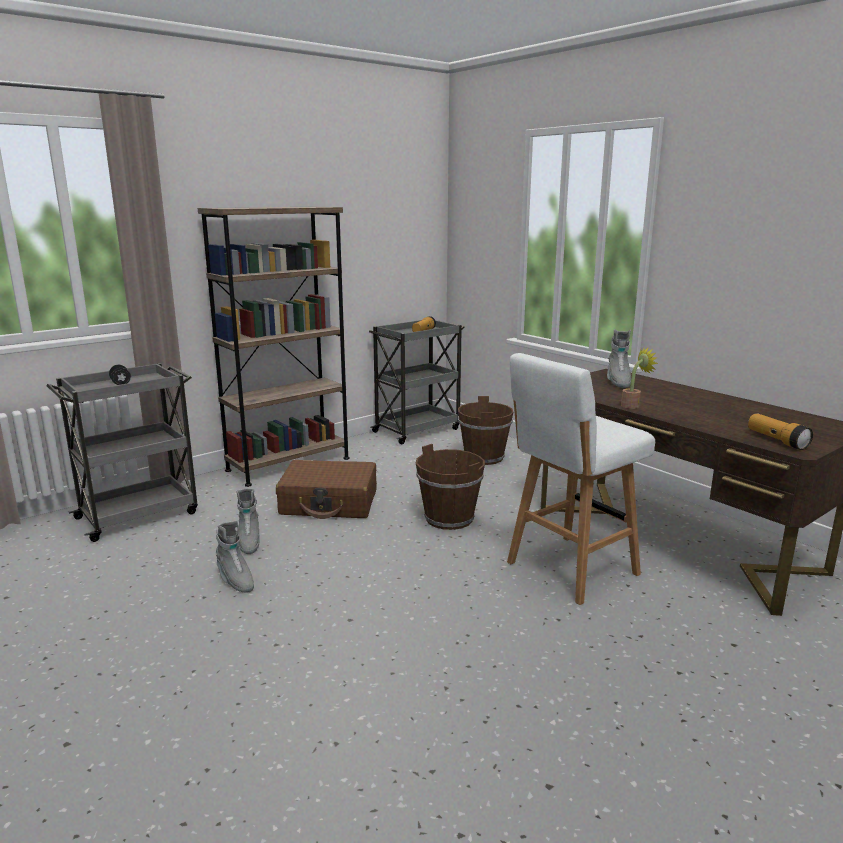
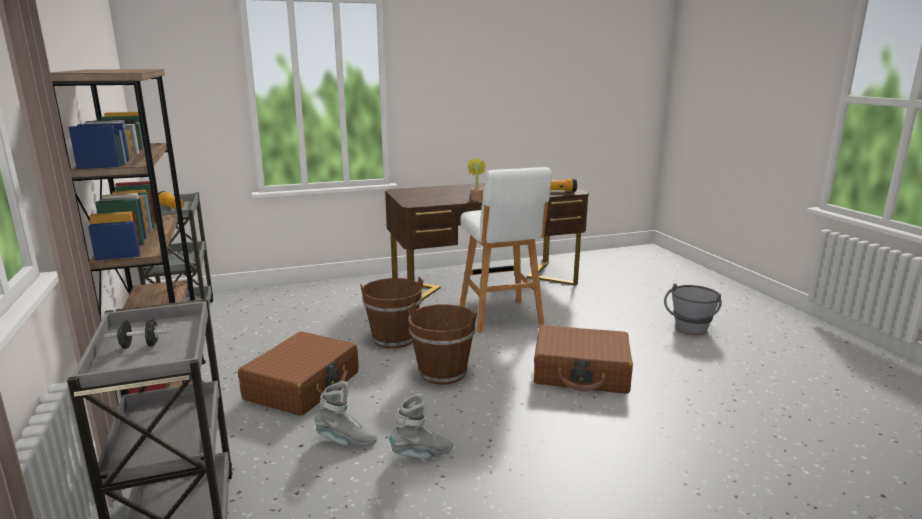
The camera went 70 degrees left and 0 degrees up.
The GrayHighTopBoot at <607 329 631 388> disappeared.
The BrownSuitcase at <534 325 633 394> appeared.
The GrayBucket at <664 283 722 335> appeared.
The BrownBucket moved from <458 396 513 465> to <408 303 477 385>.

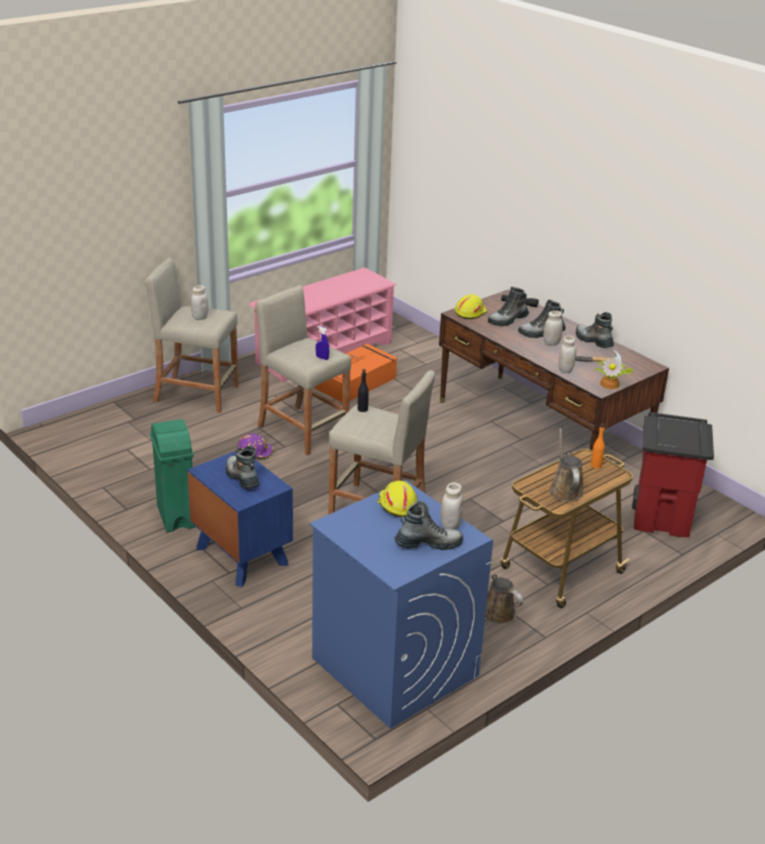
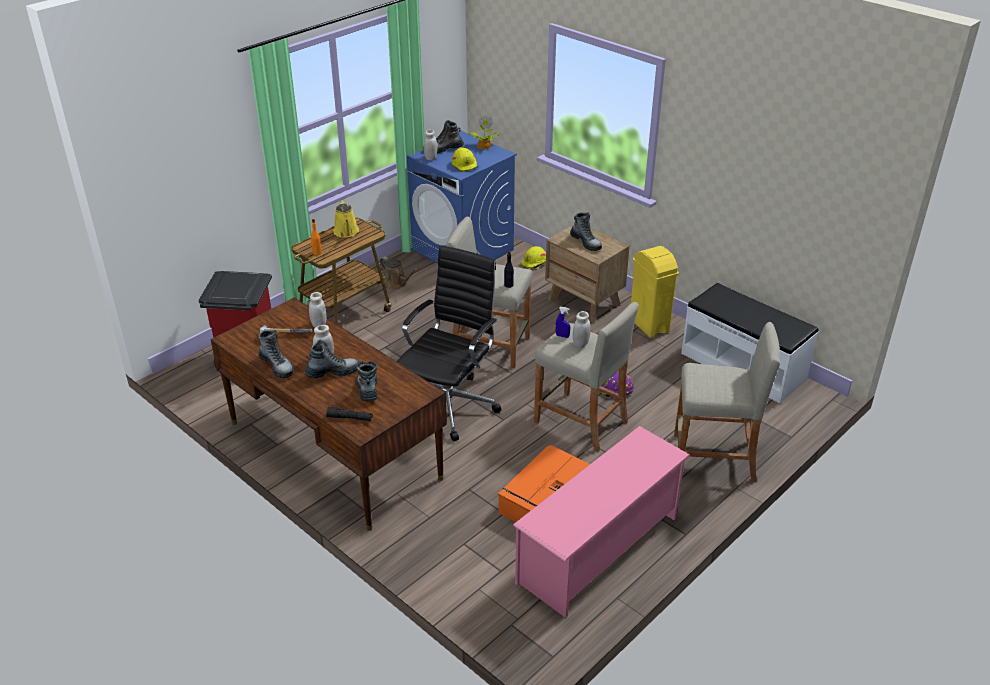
The camera went 175 degrees right and 5 degrees up.
The BlackishComputerChair at <397 245 501 441> appeared.
The WhiteBench at <681 283 818 403> appeared.
The WhiteStorageJar moved from <191 285 209 320> to <573 311 591 348>.
The YellowishSafetyHelmet moved from <455 294 487 320> to <521 246 546 269>.
The PottedPlant moved from <593 357 634 389> to <468 116 499 149>.
The GreenishRubbishBin at <150 419 195 532> became the YellowishRubbishBin at <631 246 679 338>.
The BluishNightstand at <187 451 293 587> became the BrownNightstand at <545 225 630 323>.
The BrownWateringPot at <549 428 584 502> became the YellowishWateringPot at <333 200 359 238>.
The HighTopBoot at <488 287 529 326> turned 60 degrees counterclockwise.

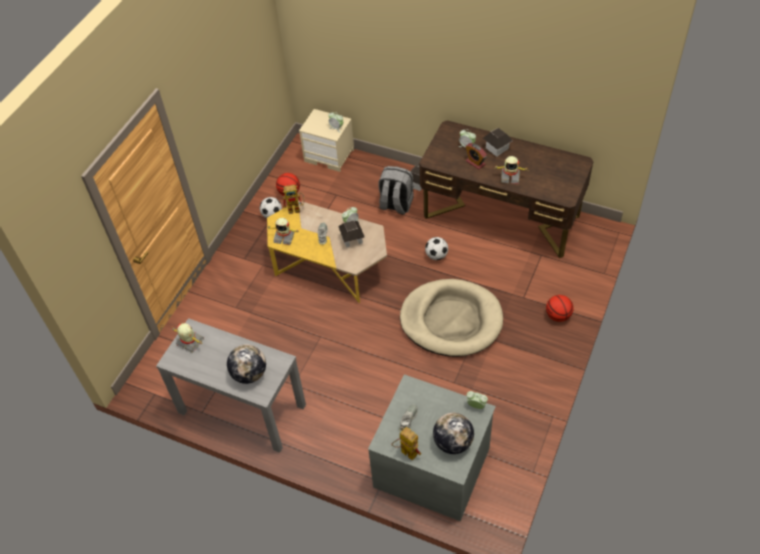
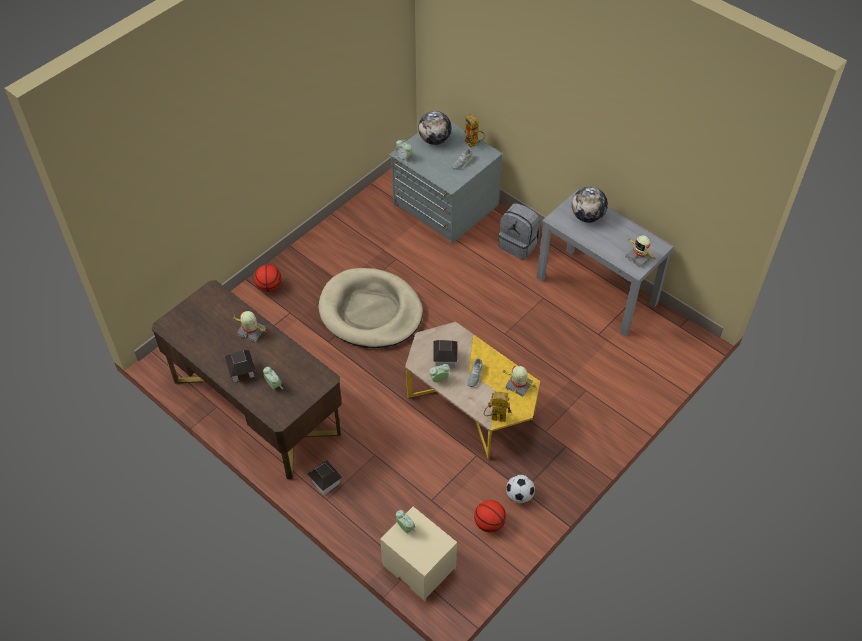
The camera went 165 degrees left and 0 degrees up.
The BallForFootball at <425 237 448 260> disappeared.
The TableClock at <466 143 487 169> disappeared.
The GrayRucksack moved from <378 166 414 215> to <499 203 540 260>.

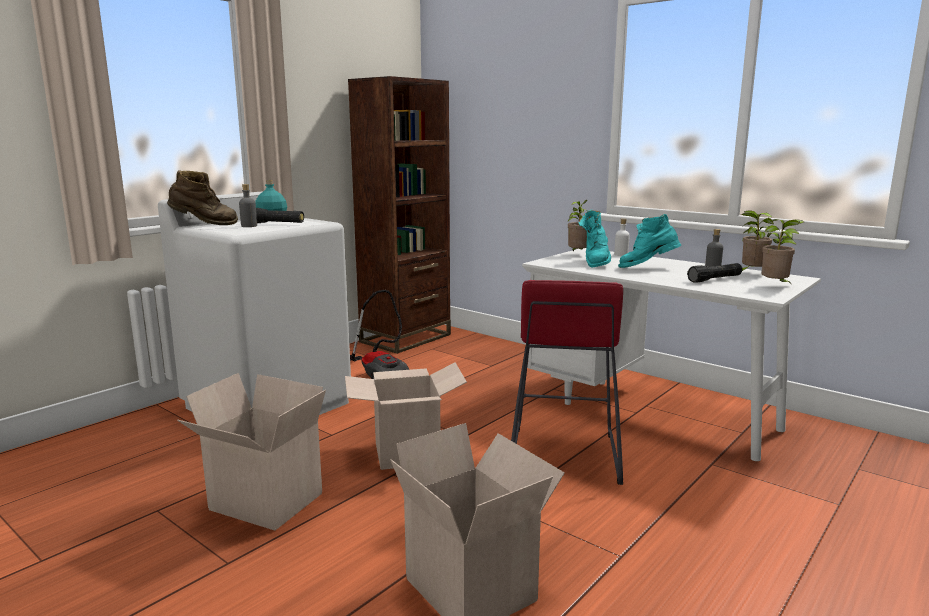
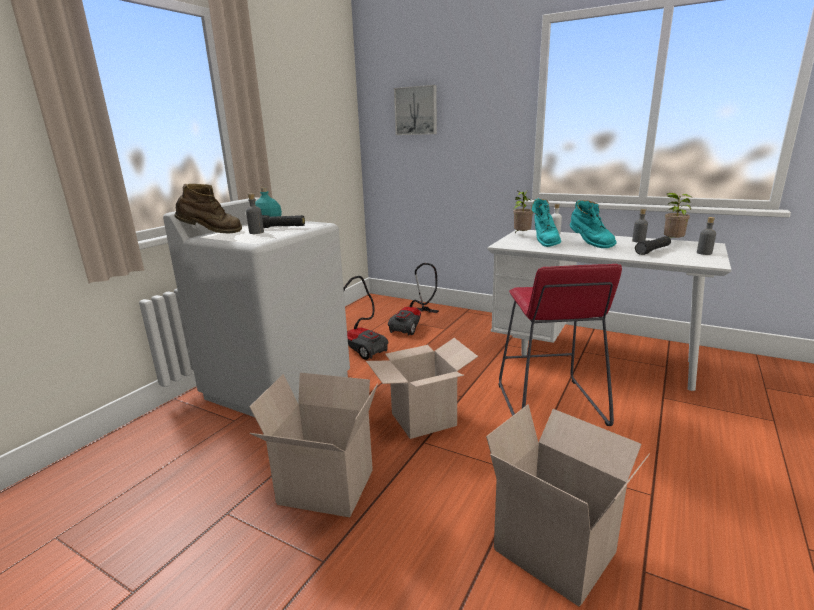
The camera went 10 degrees left and 5 degrees up.
The BrownShelvingUnit at <348 76 451 354> disappeared.
The Vacuum at <388 263 439 335> appeared.
The Picture at <394 85 437 135> appeared.
The PottedPlant at <762 219 804 286> was replaced by the GrayDrinkBottle at <697 217 716 255>.
The TurquoiseHighTopBoot at <618 214 682 268> turned 105 degrees counterclockwise.

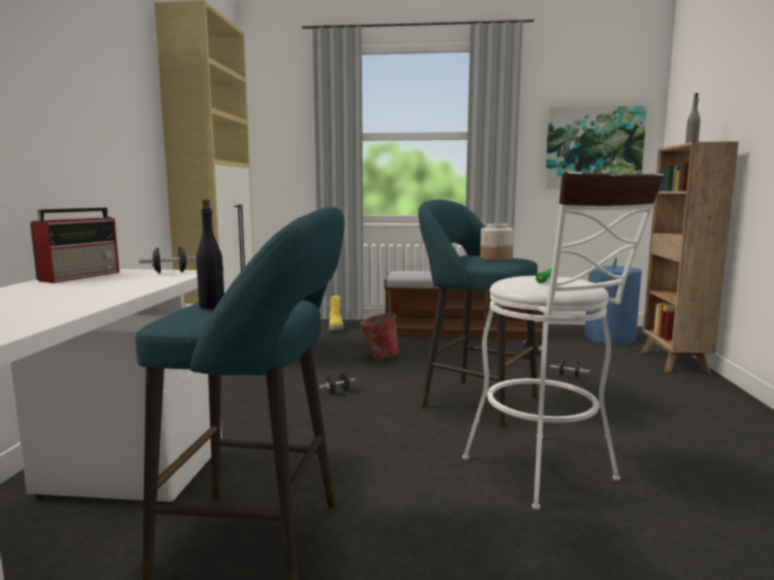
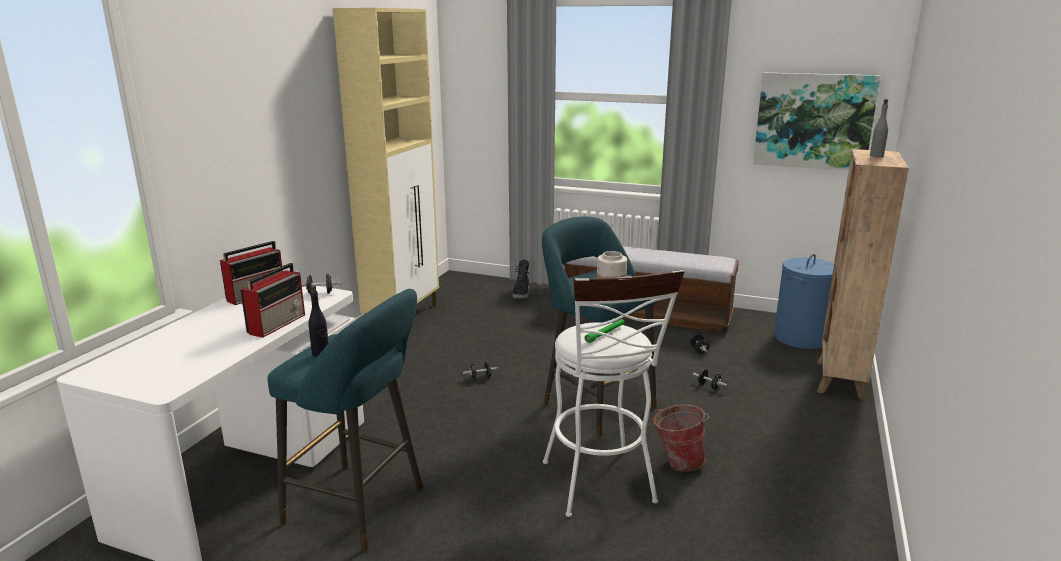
The camera went 15 degrees right and 10 degrees up.
The RadioReceiver at <240 263 305 338> appeared.
The Bucket moved from <359 313 399 360> to <653 404 709 472>.
The YellowishHighTopBoot at <329 295 344 330> became the BlackishHighTopBoot at <512 259 529 299>.

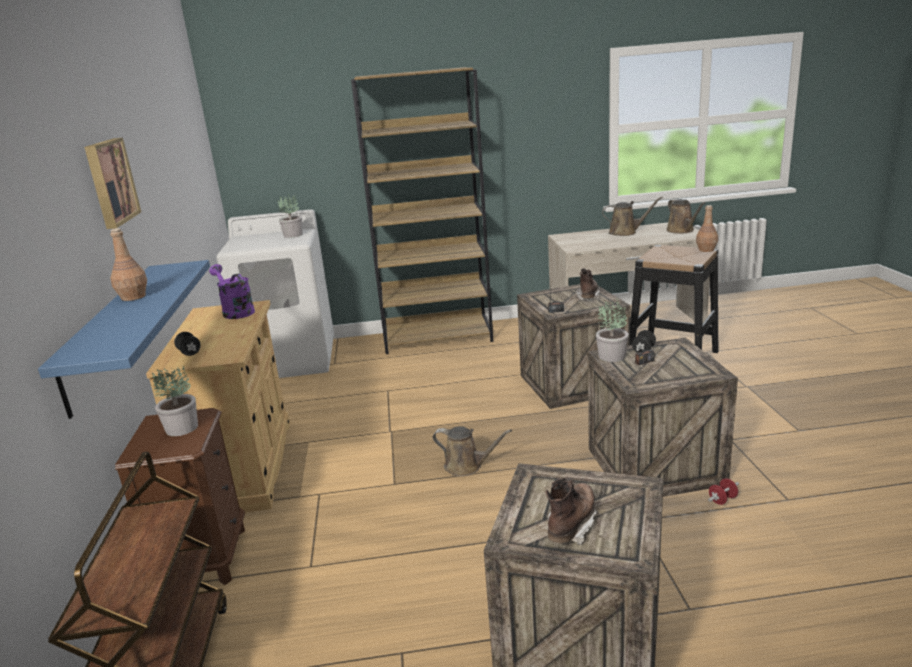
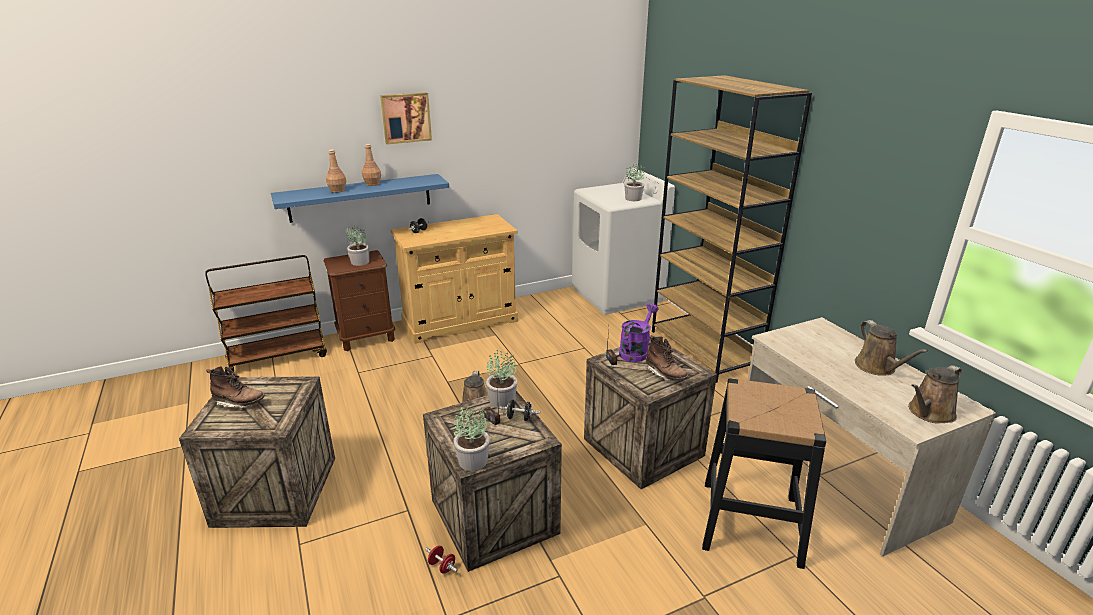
The camera went 70 degrees right and 5 degrees up.
The PottedPlant at <454 404 490 471> appeared.
The PurplishWateringPot moved from <209 264 255 319> to <619 303 658 362>.
The BrownDrinkBottle moved from <696 205 718 252> to <326 149 346 193>.
The BrownHighTopBoot at <576 268 600 300> turned 60 degrees clockwise.

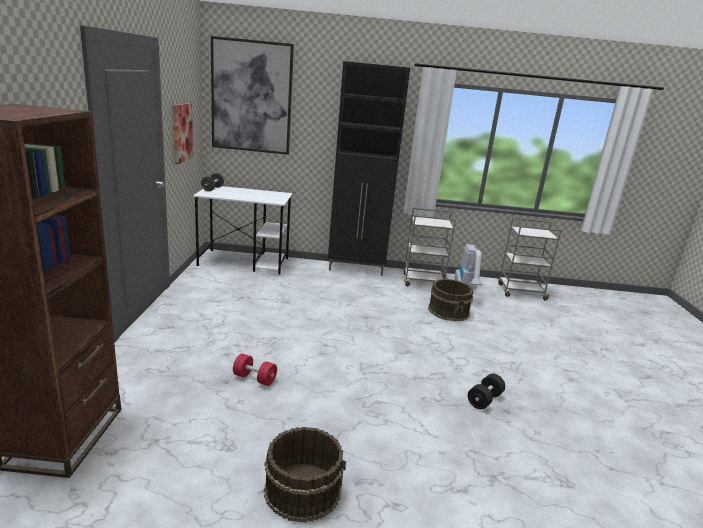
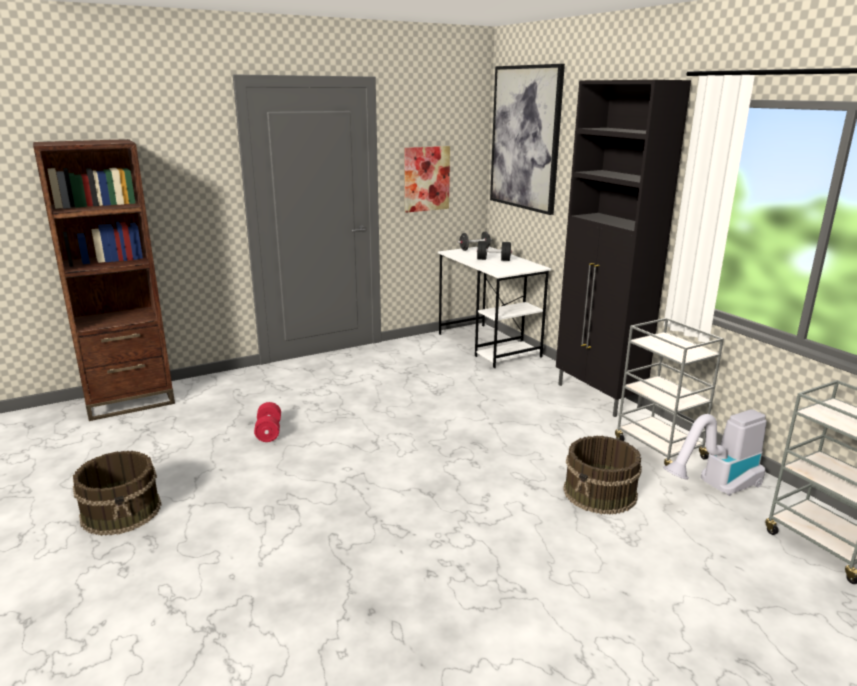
The camera went 60 degrees right and 0 degrees up.
The BlackishDumbbell moved from <468 374 505 409> to <477 241 512 261>.

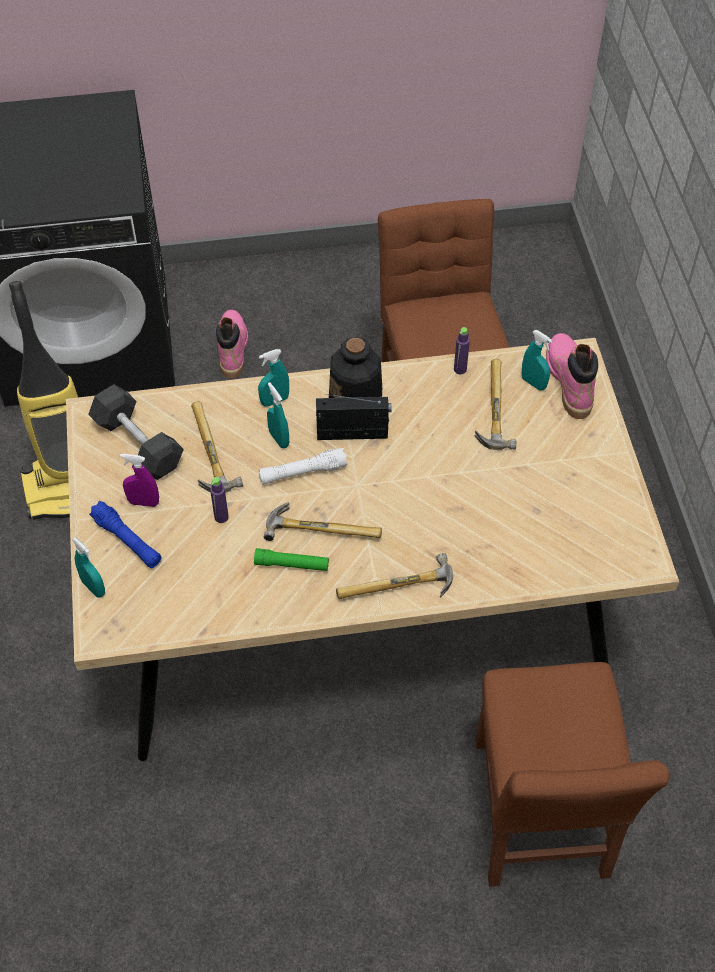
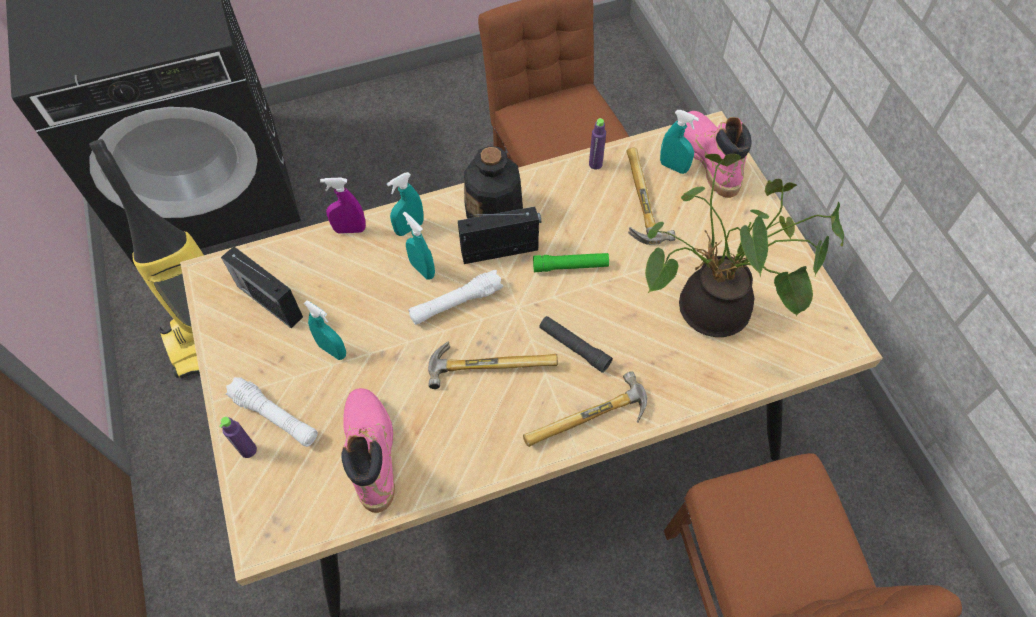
The camera went 10 degrees left and 5 degrees up.
The Hammer at <191 402 243 493> disappeared.
The BlackishTorch at <539 316 613 373> appeared.
The PottedPlant at <645 154 844 337> appeared.
The TurquoiseHandSprayer moved from <72 537 105 597> to <304 300 346 360>.
The PurplishHandSprayer moved from <120 454 159 507> to <320 178 366 234>.
The PurplishDrinkBottle moved from <210 477 229 523> to <219 417 257 458>.
The PinkishHighTopBoot moved from <216 310 248 378> to <341 388 395 513>.
The GreenishTorch moved from <254 548 329 571> to <533 253 609 272>.
The GrayDumbbell at <88 384 184 480> was replaced by the RadioReceiver at <221 246 303 328>.
The BluishTorch at <89 501 162 568> became the WhiteTorch at <226 377 318 447>.

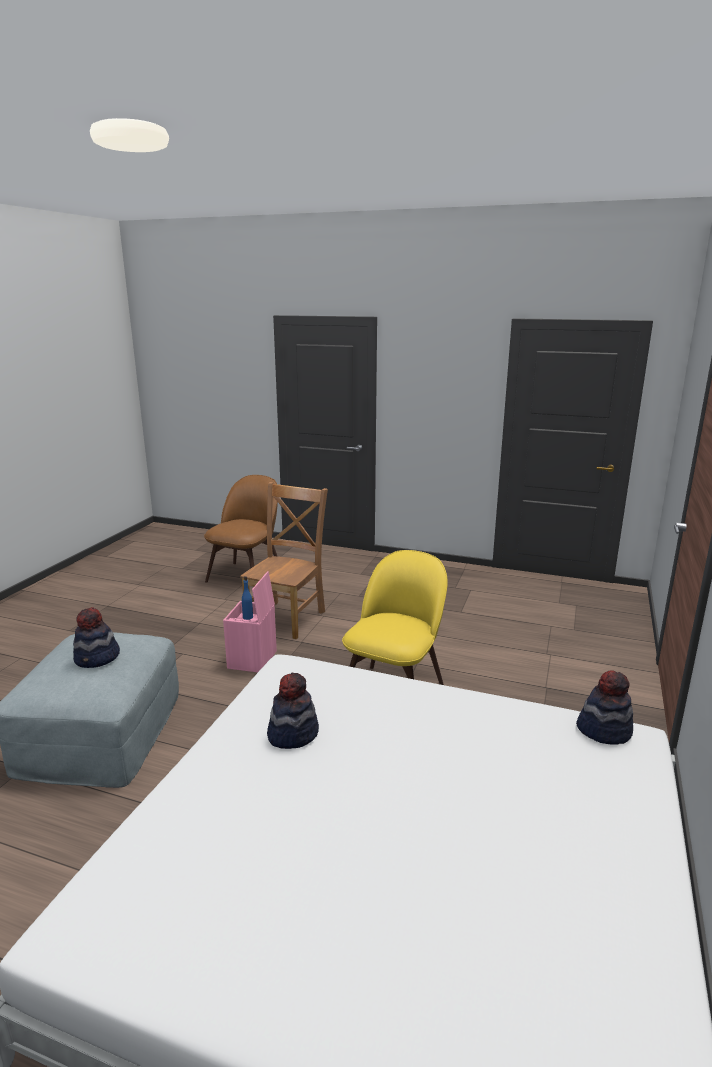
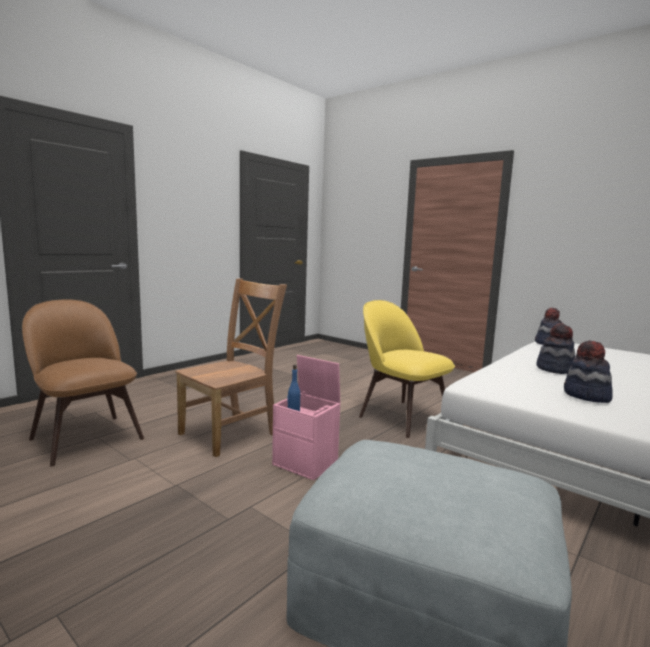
The camera went 70 degrees left and 10 degrees down.
The Hat moved from <73 607 120 668> to <536 323 575 374>.
The BrownUprightChair at <240 482 328 639> turned 90 degrees clockwise.

